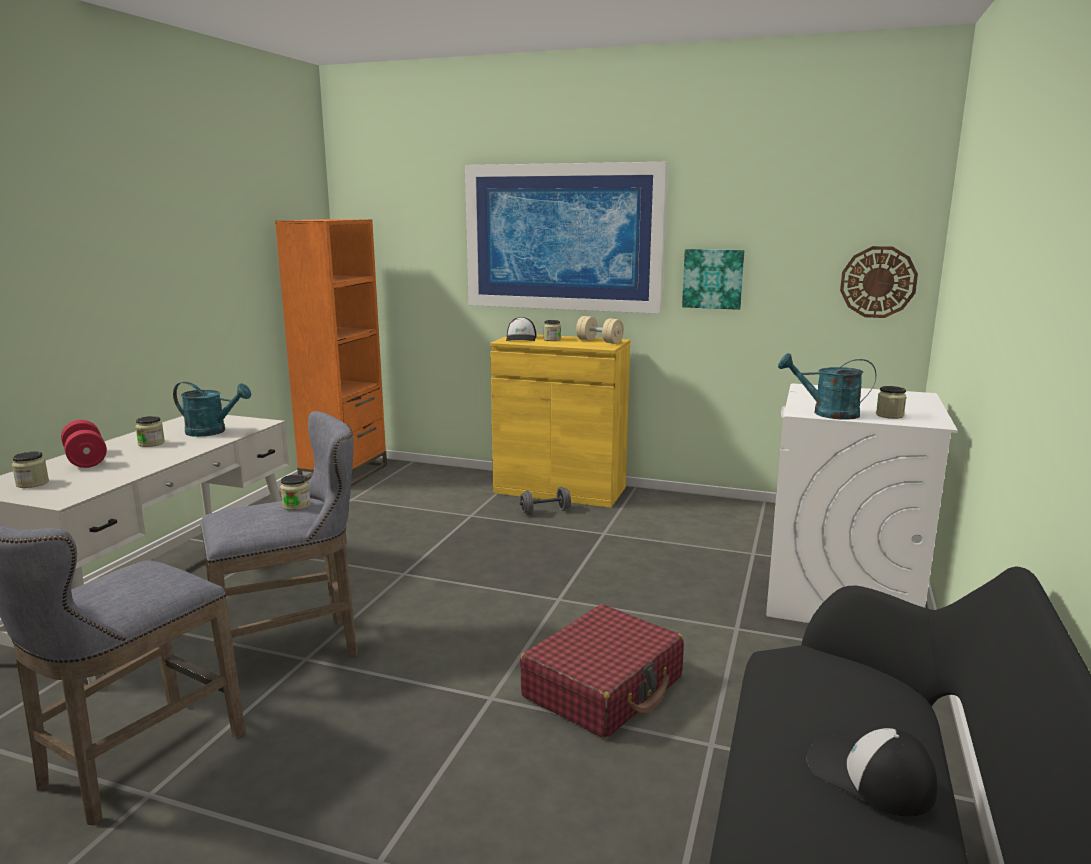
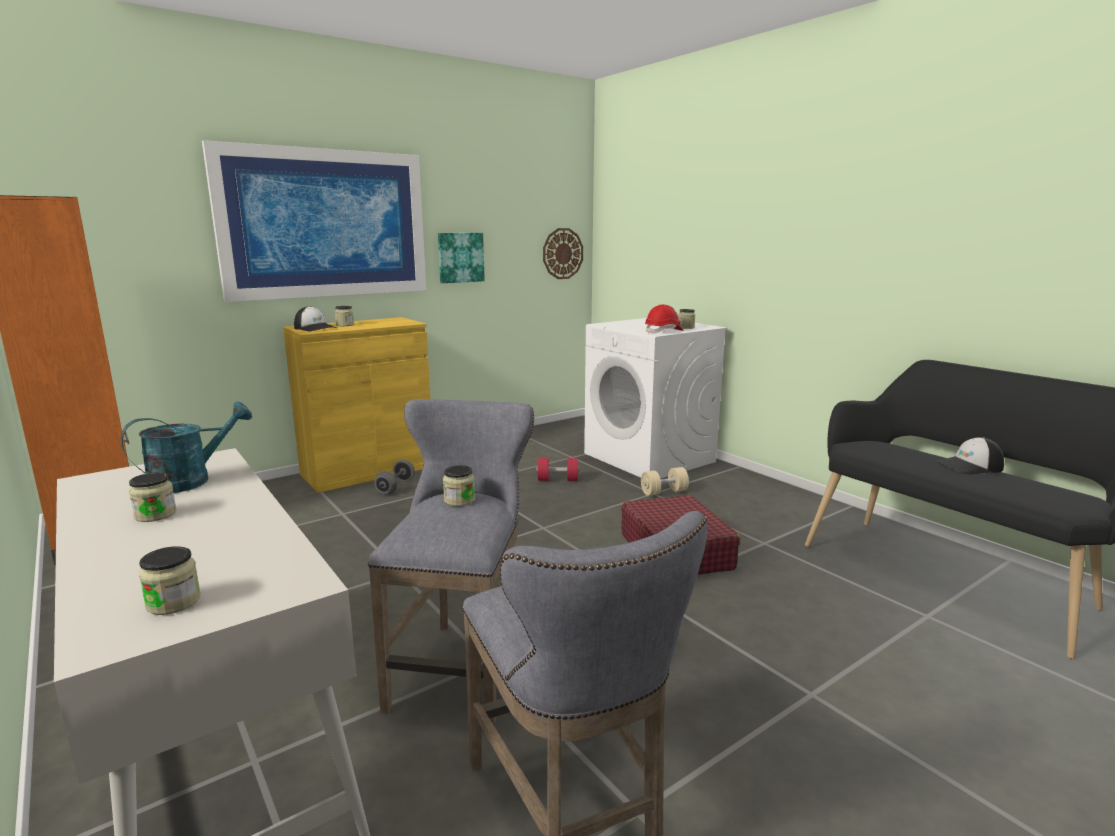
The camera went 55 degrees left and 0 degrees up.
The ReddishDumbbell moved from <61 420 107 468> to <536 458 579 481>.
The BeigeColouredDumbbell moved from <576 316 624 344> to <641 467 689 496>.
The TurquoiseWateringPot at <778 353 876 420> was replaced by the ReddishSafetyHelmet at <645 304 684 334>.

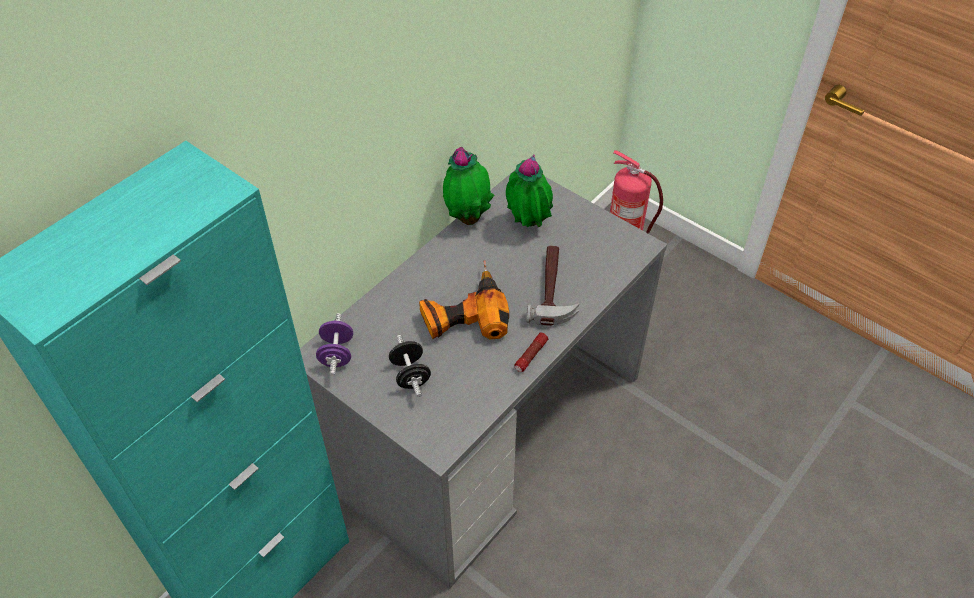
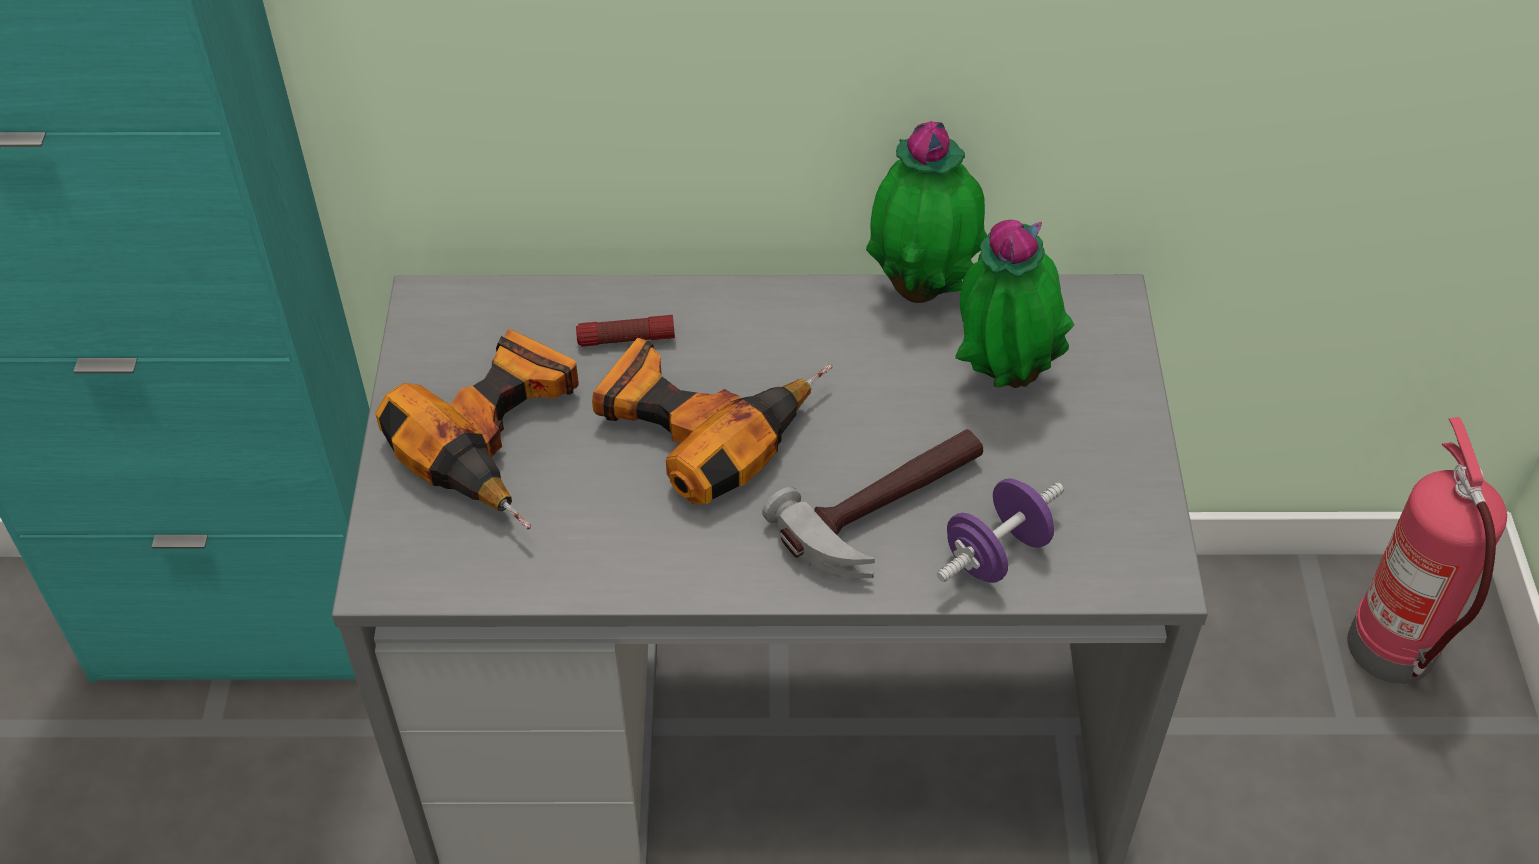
The camera went 50 degrees right and 0 degrees up.
The PurplishDumbbell moved from <316 313 353 376> to <937 478 1064 583>.
The Torch moved from <514 333 548 372> to <576 315 675 347>.
The BlackishDumbbell at <389 335 431 397> was replaced by the PowerDrill at <375 329 579 529>.

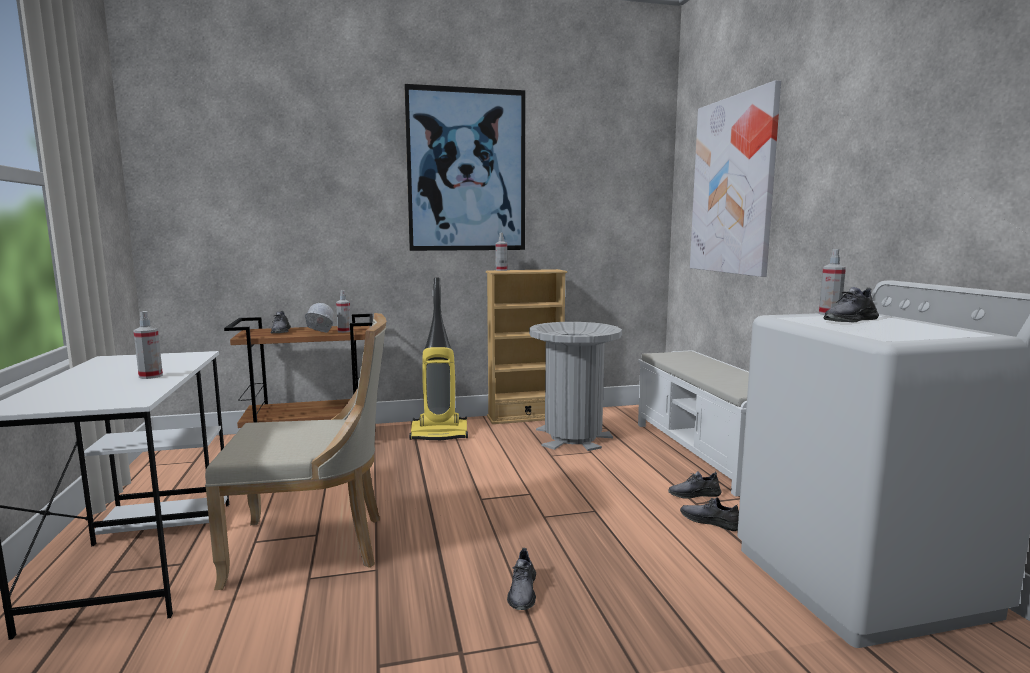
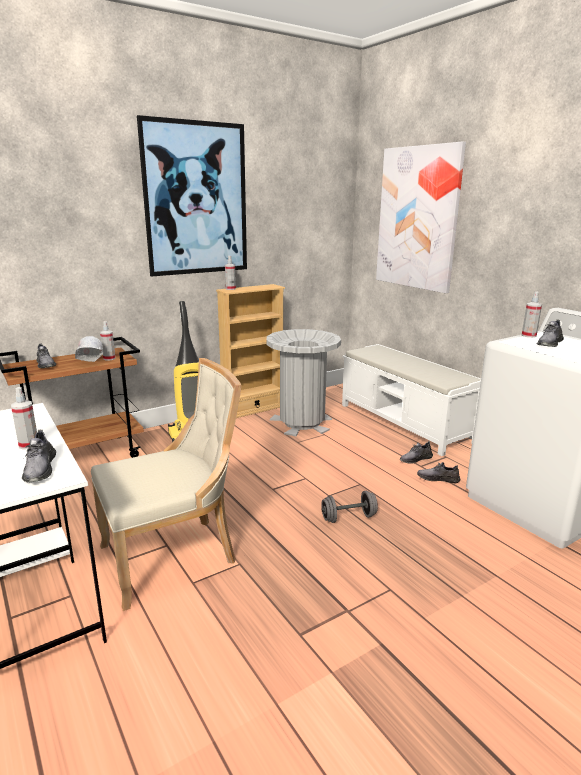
The camera went 20 degrees left and 10 degrees up.
The GrayDumbbell at <321 491 378 523> appeared.
The GrayLowShoe moved from <507 548 536 610> to <22 430 56 482>.

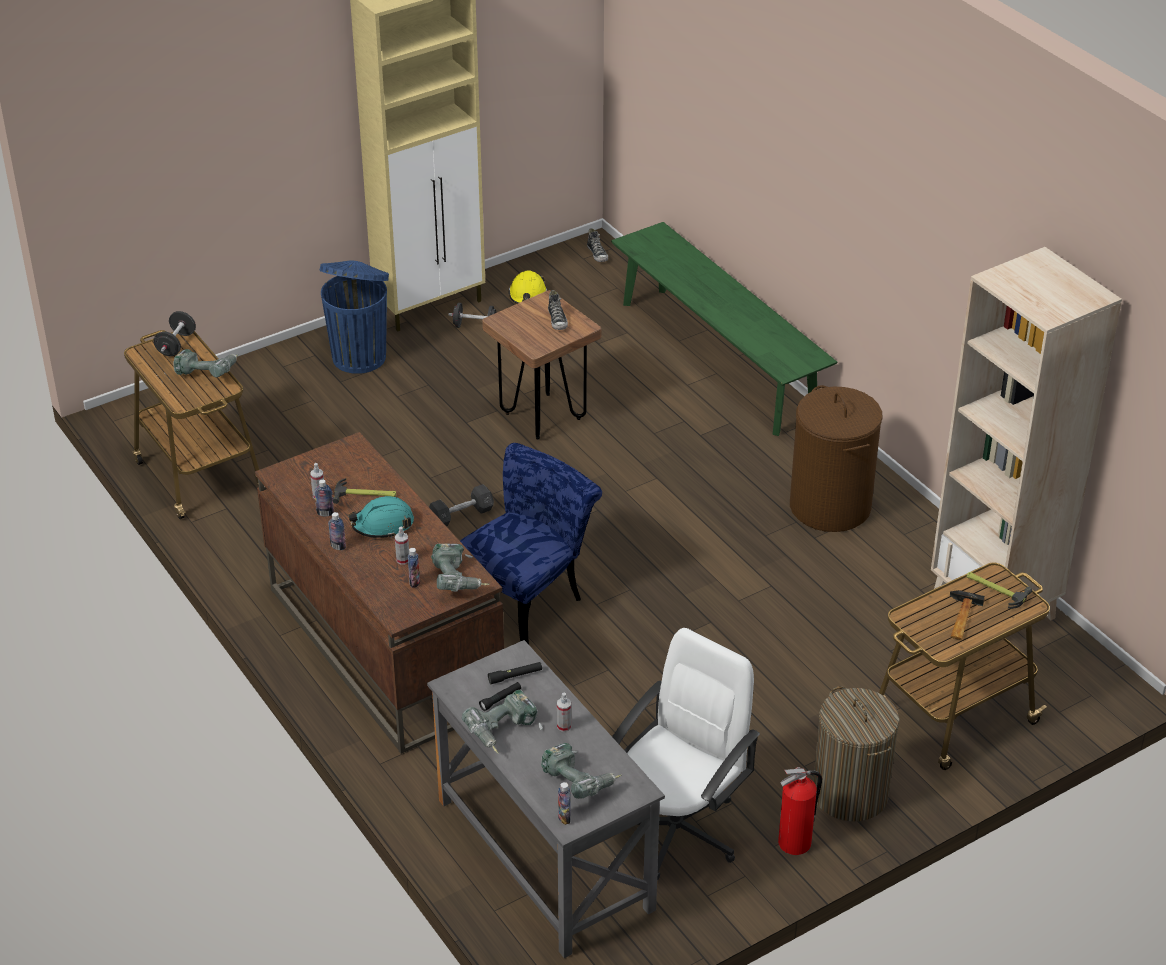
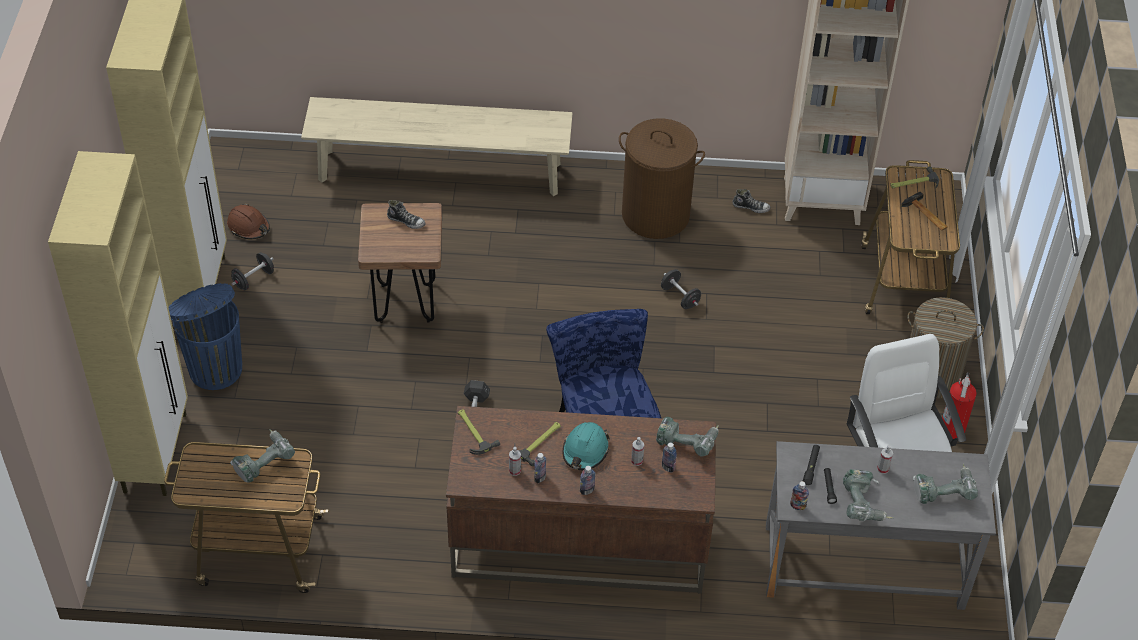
The camera went 55 degrees left and 10 degrees up.
The BeigeColouredStorageCabinet at <48 151 188 496> appeared.
The Hammer at <458 409 500 455> appeared.
The BlackishDumbbell moved from <153 311 196 356> to <661 269 701 309>.
The DrinkBottle moved from <558 782 571 825> to <790 481 809 510>.
The LowShoe moved from <587 228 608 262> to <733 189 771 213>.
The YellowishSafetyHelmet at <508 270 548 304> became the BrownSafetyHelmet at <227 204 270 239>.
The GreenishBench at <611 222 837 436> became the BeigeColouredBench at <301 97 573 196>.

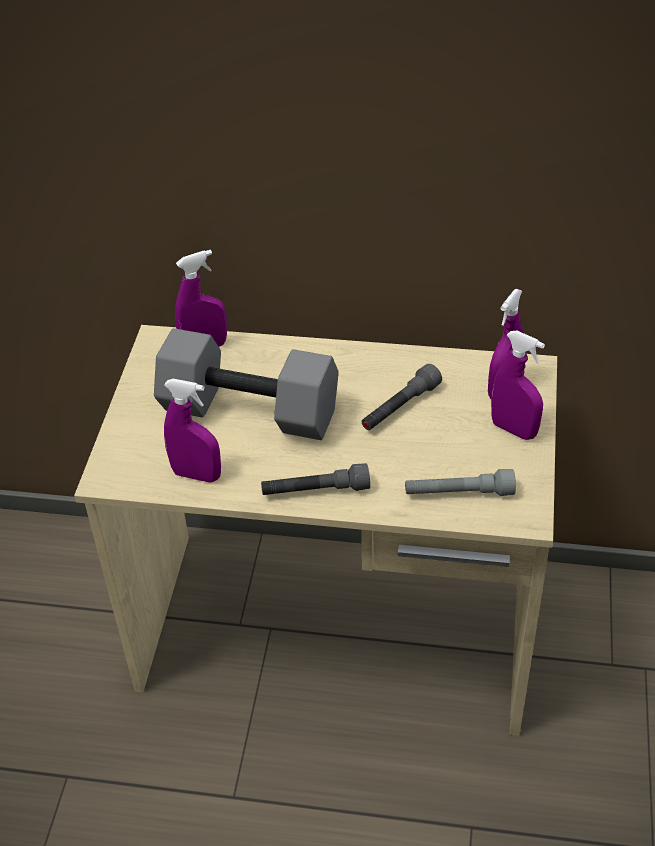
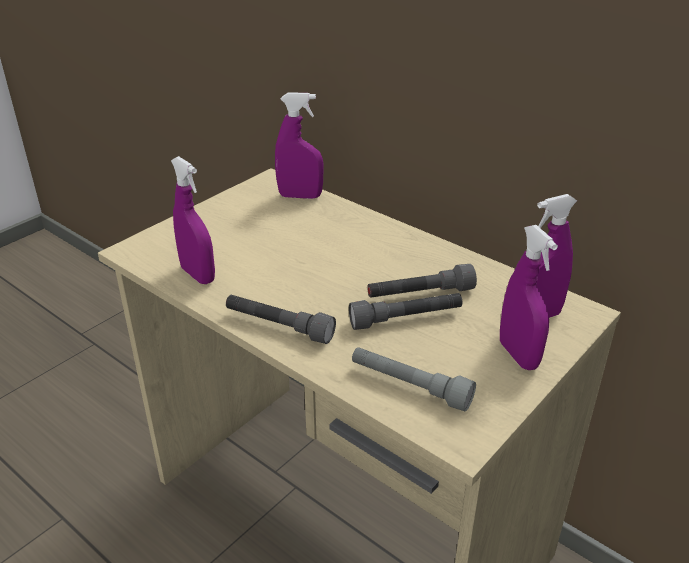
The camera went 30 degrees right and 10 degrees down.
The GrayDumbbell at <154 328 339 440> disappeared.
The GrayTorch at <349 293 462 330> appeared.

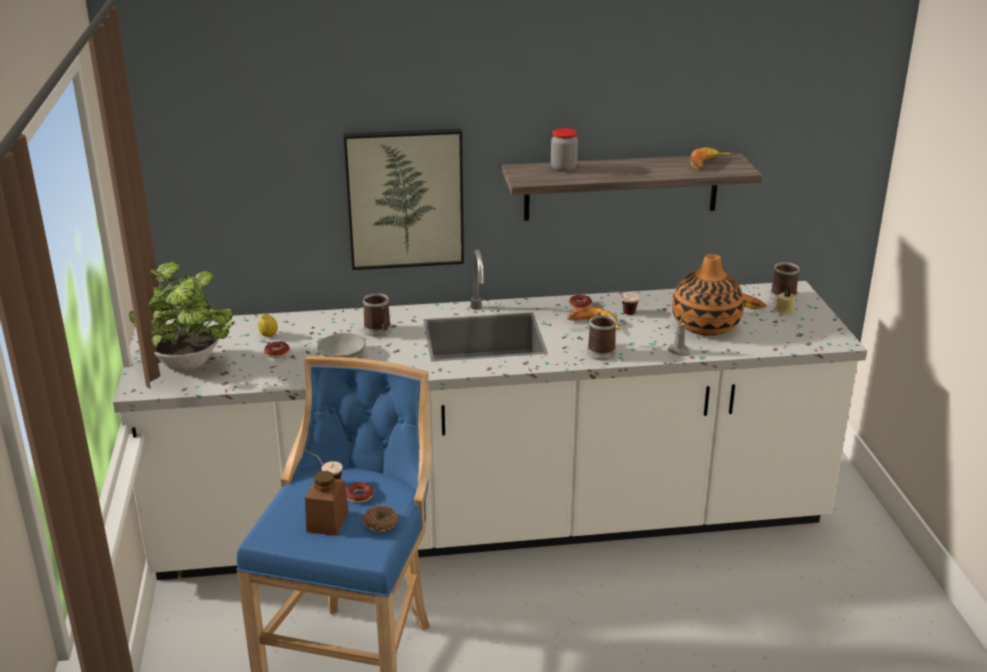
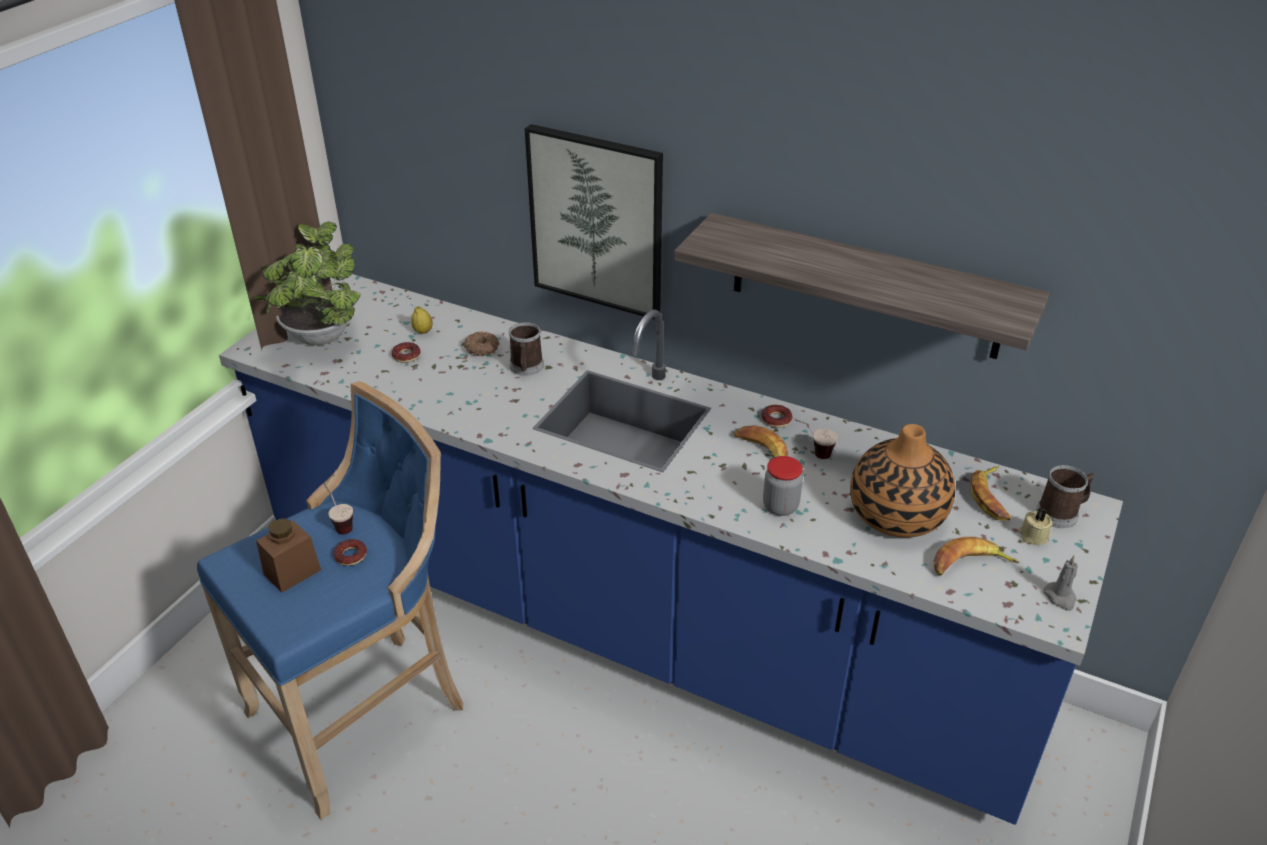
The camera went 35 degrees right and 10 degrees up.
The GrayServingBowl at <317 333 366 358> disappeared.
The TeaMug at <587 313 617 360> disappeared.
The Donut moved from <363 506 398 532> to <464 331 500 356>.
The StorageJar moved from <551 128 578 172> to <763 456 803 516>.
The GrayWaxCandle moved from <668 317 690 356> to <1044 556 1078 611>.
The BananaFruit moved from <691 147 733 169> to <933 537 1019 576>.
The WhiteKitchenBaseUnit at <113 249 867 580> became the BluishKitchenBaseUnit at <219 274 1123 825>.

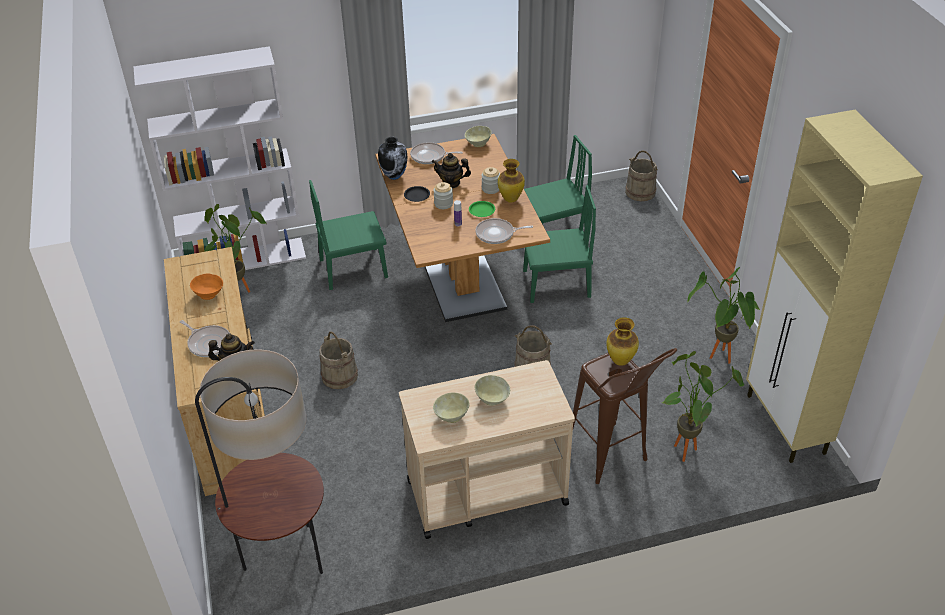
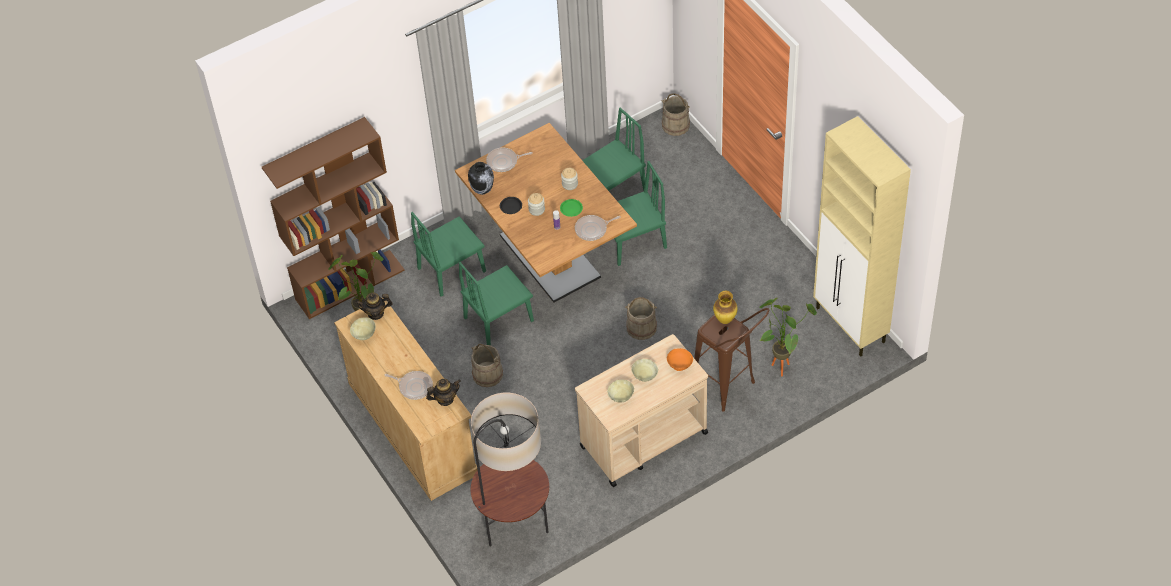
The camera went 15 degrees left and 10 degrees up.
The FlowerVase at <498 159 525 203> disappeared.
The PottedPlant at <687 267 761 364> disappeared.
The GreenishUprightChair at <459 262 534 345> appeared.
The OrangeServingBowl moved from <190 274 223 300> to <667 348 693 371>.
The TeaPot moved from <432 153 471 188> to <356 293 393 320>.
The BeigeColouredServingBowl moved from <465 126 492 147> to <350 317 376 340>.
The WhiteShelvingUnit at <133 46 306 270> became the BrownShelvingUnit at <262 117 405 319>.

